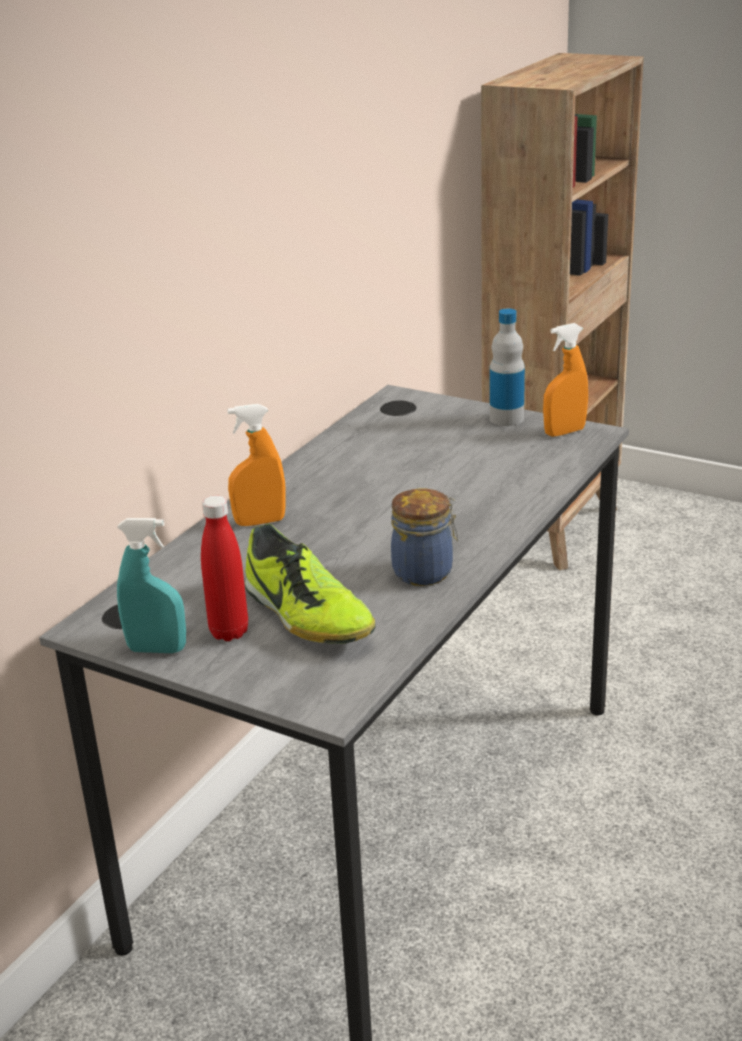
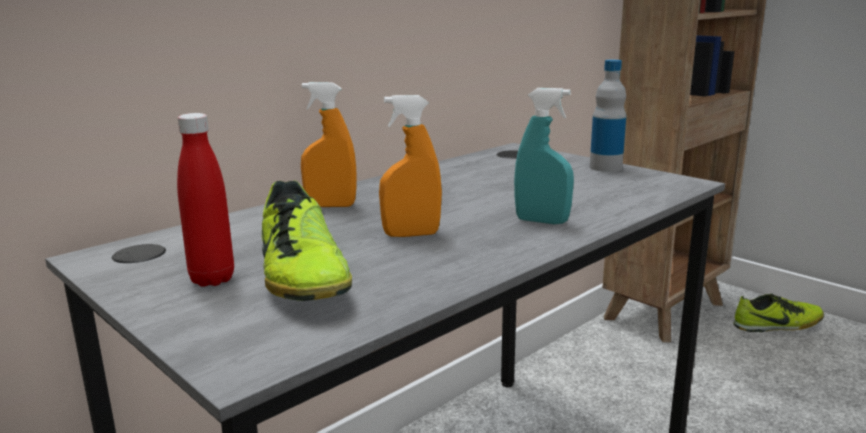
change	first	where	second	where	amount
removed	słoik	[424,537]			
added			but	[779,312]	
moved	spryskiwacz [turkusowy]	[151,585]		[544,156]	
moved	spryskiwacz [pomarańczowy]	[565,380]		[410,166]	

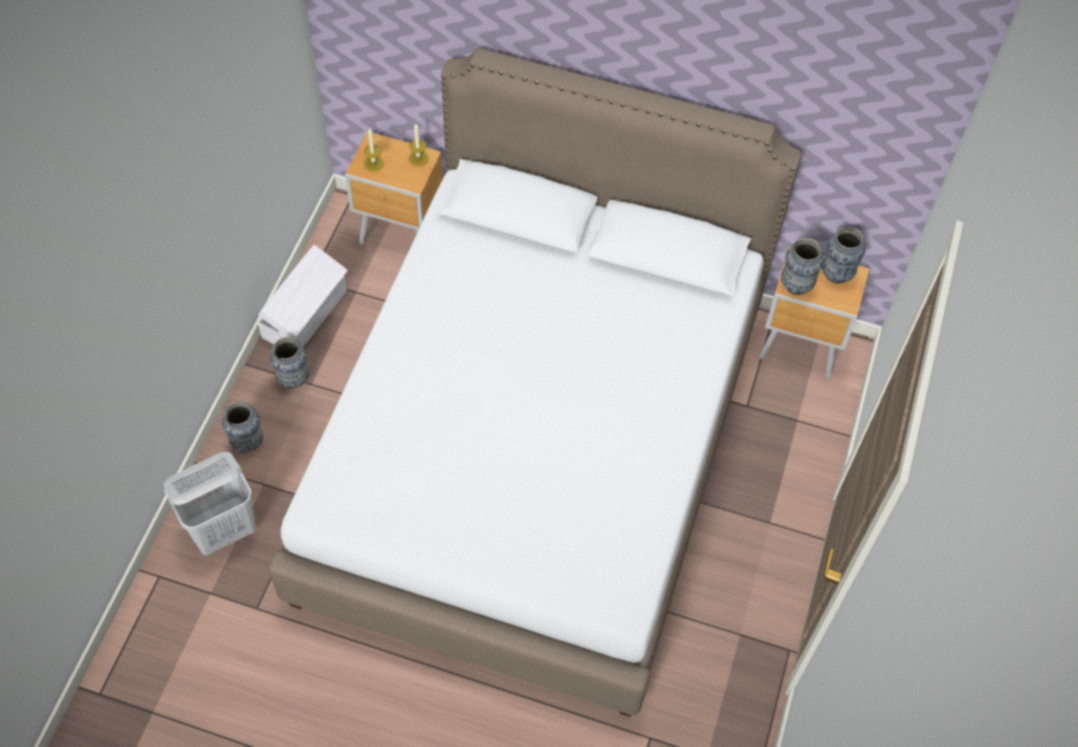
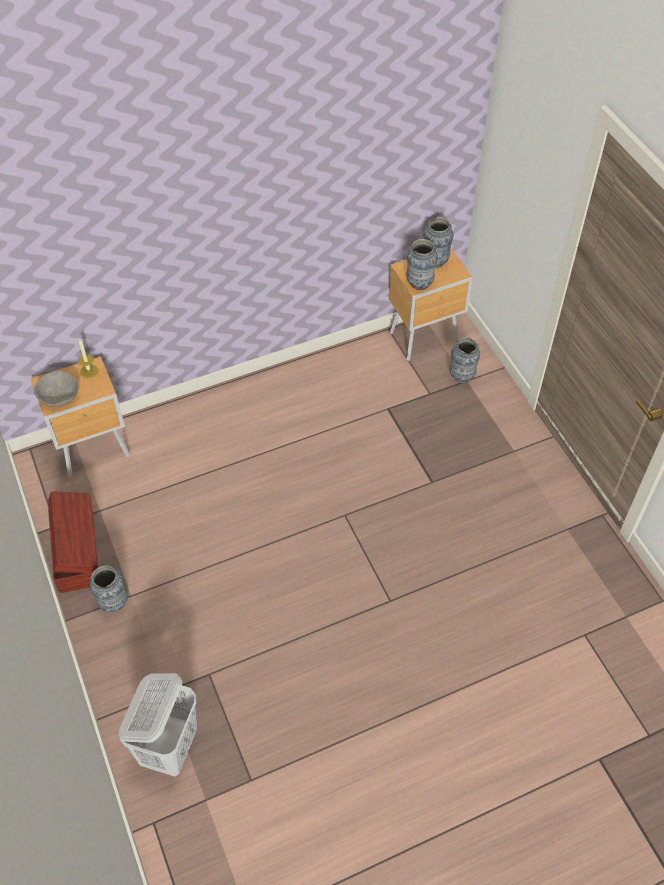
change	first	where	second	where	amount
removed	łóżko [biały]	[535,382]			
moved	wazon	[242,426]		[465,360]	
replaced	świeca	[374,150]	miska [szary]	[56,389]	
recoloured	pojemnik do przechowywania [biały]	[303,296]	pojemnik do przechowywania [brązowy]	[73,542]	

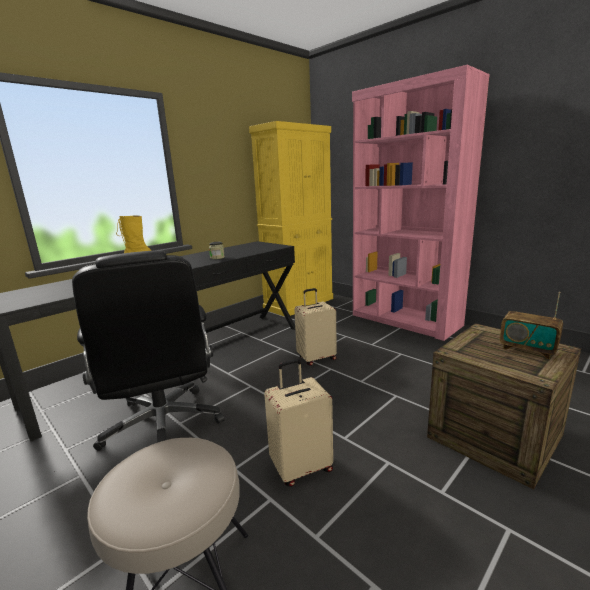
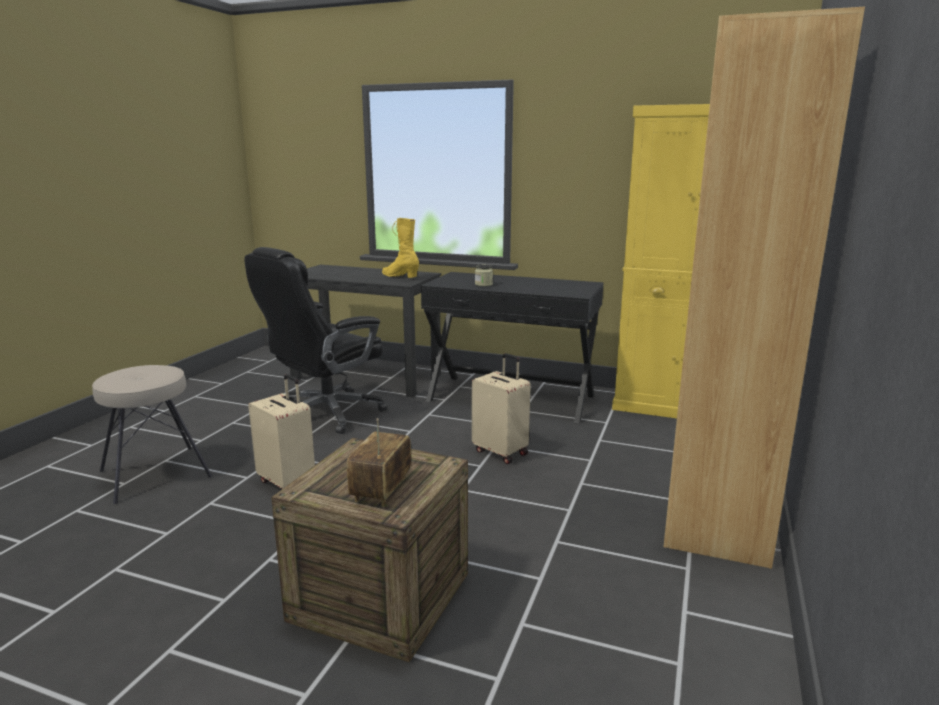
change	first	where	second	where	amount
recoloured	regał [różowy]	[421,203]	regał [brązowy]	[764,288]	

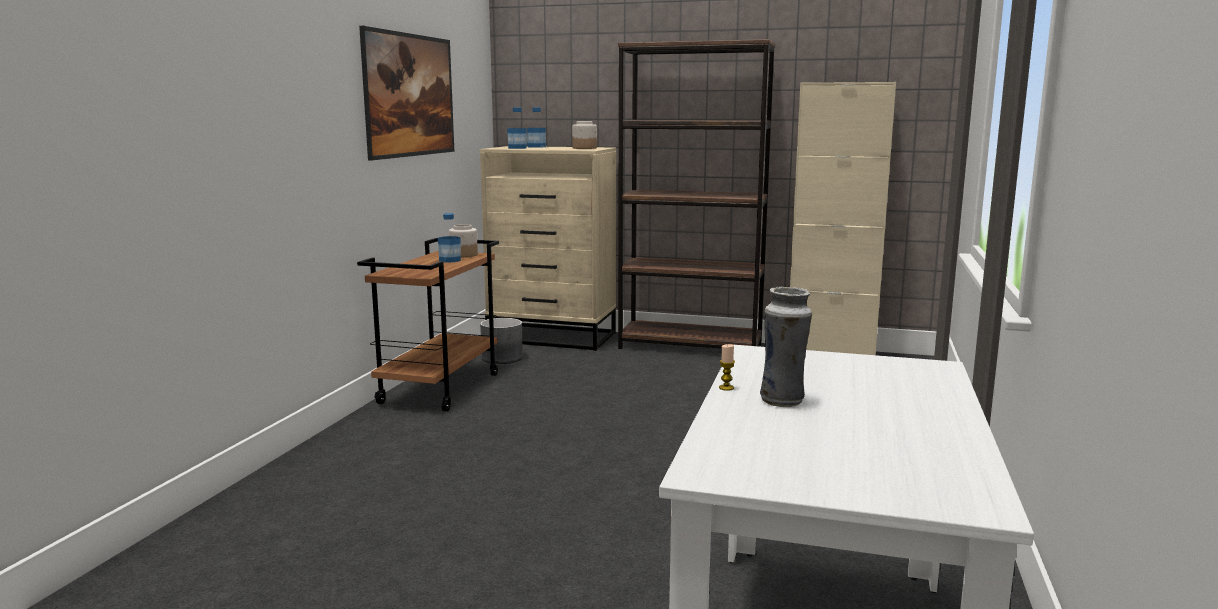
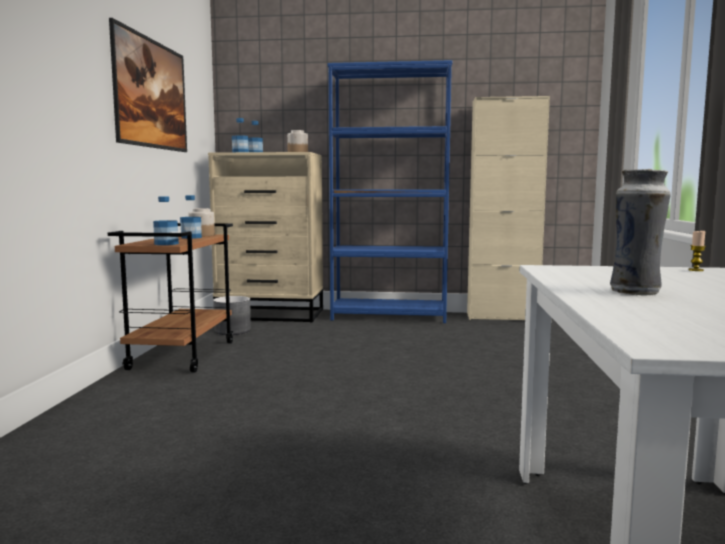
change	first	where	second	where	amount
added			butelka	[166,220]	
moved	świeca	[727,367]		[697,251]	
recoloured	regał [brązowy]	[696,194]	regał [niebieski]	[390,191]	

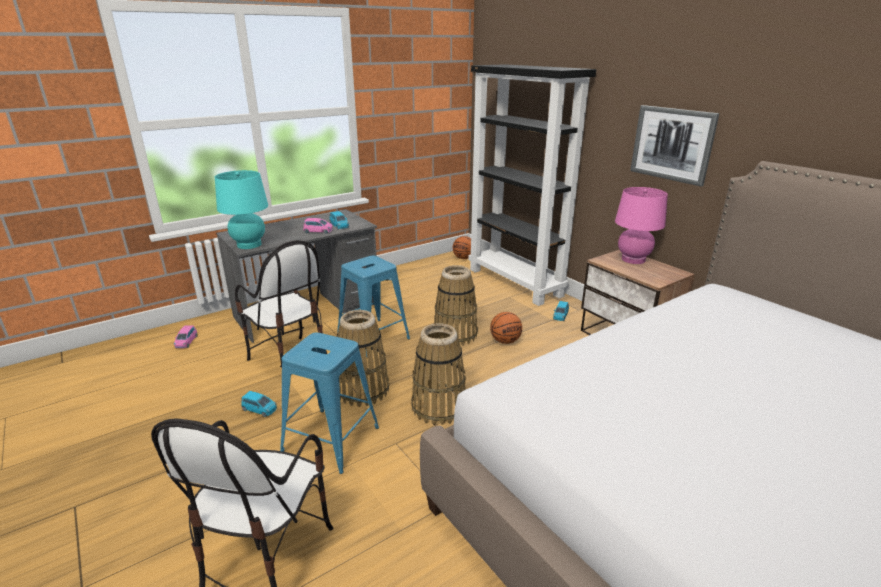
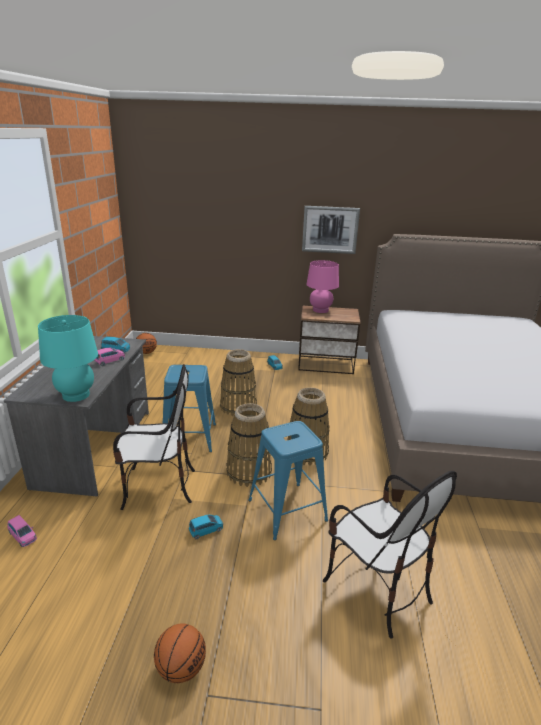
change	first	where	second	where	amount
removed	regał [czarny]	[532,185]			
moved	piłka do koszykówki	[506,328]		[180,653]	

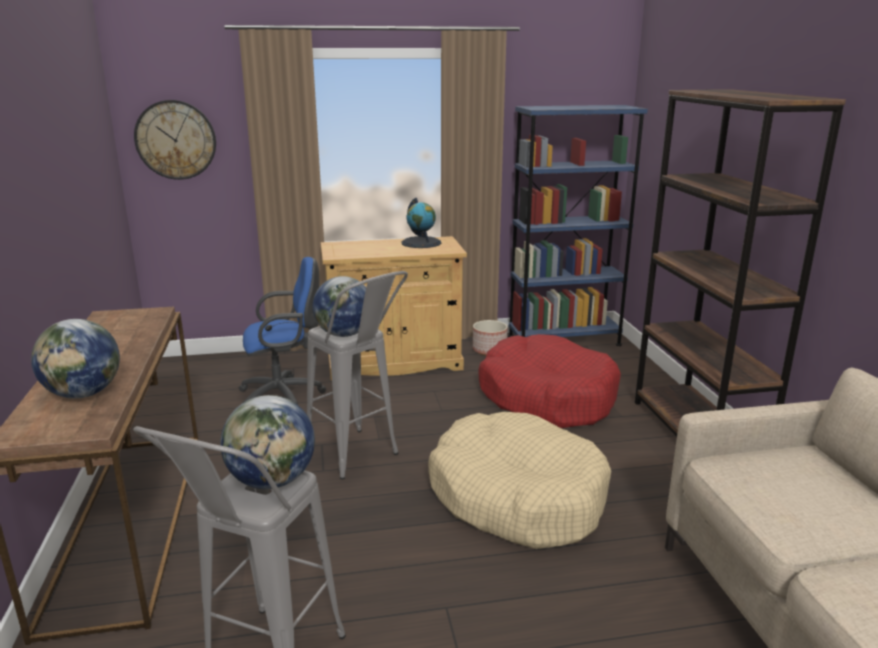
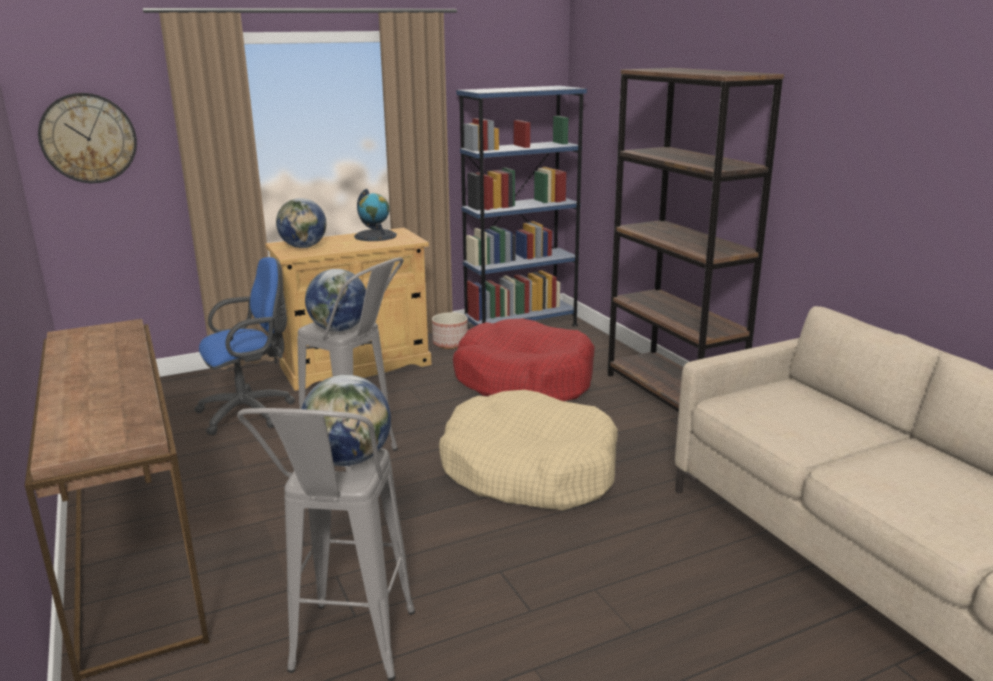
change	first	where	second	where	amount
moved	globus	[75,359]		[301,223]	

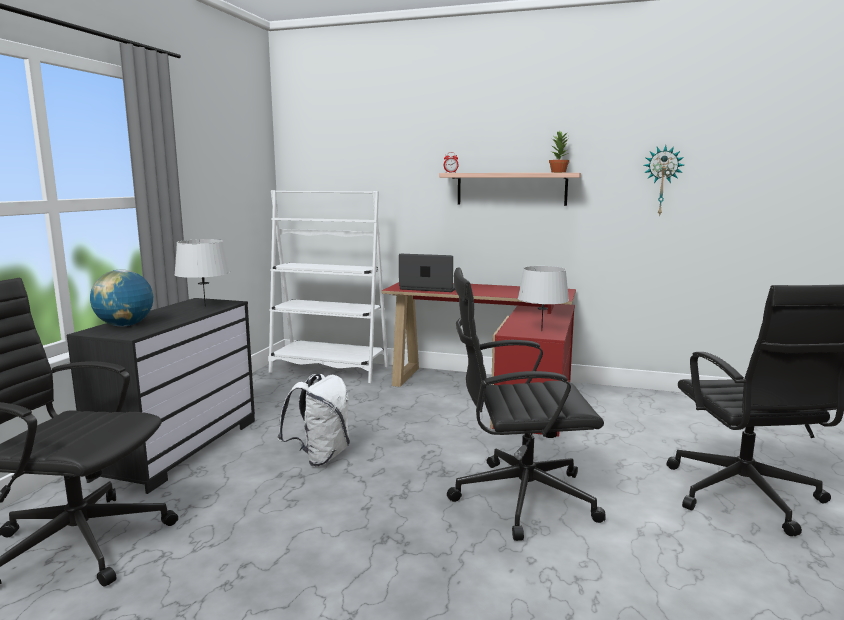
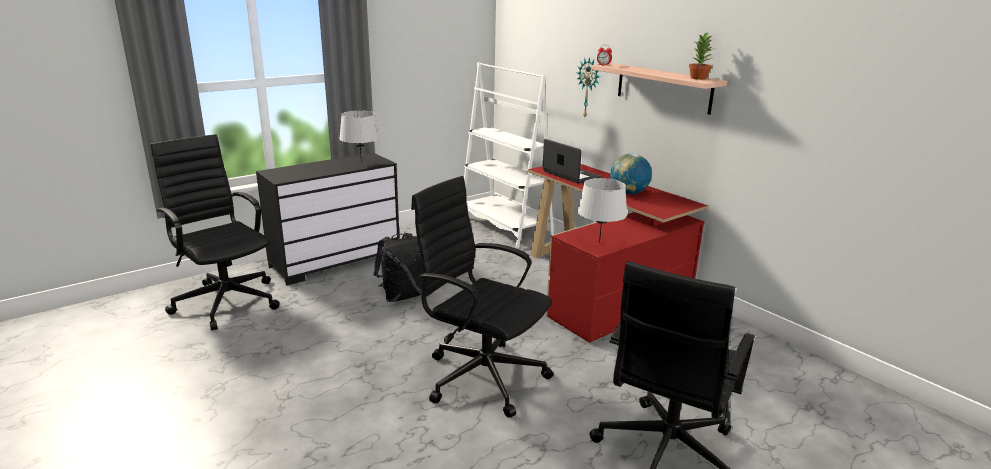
change	first	where	second	where	amount
moved	globus	[121,298]		[631,174]	
moved	zegar ścienny	[664,181]		[588,87]	
recoloured	plecak [biały]	[313,420]	plecak [czarny]	[398,267]	

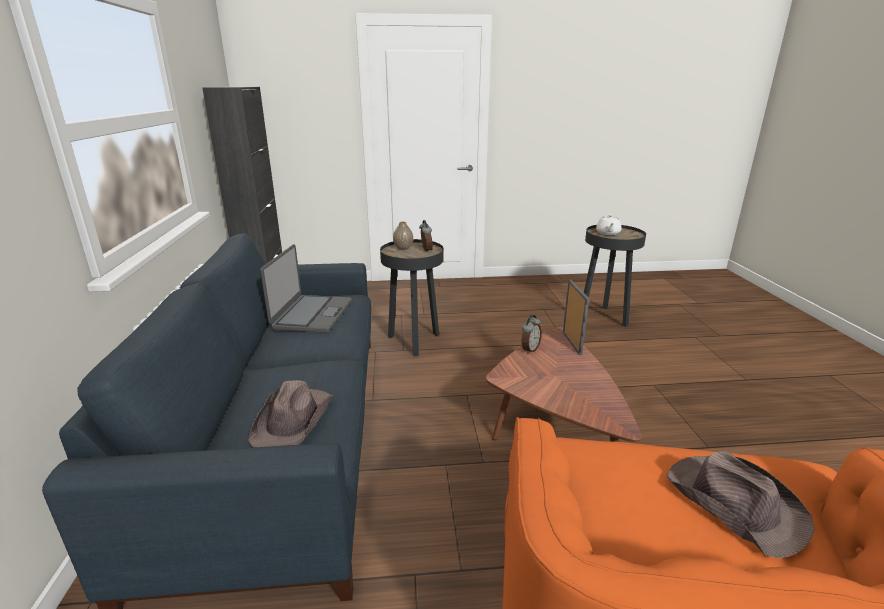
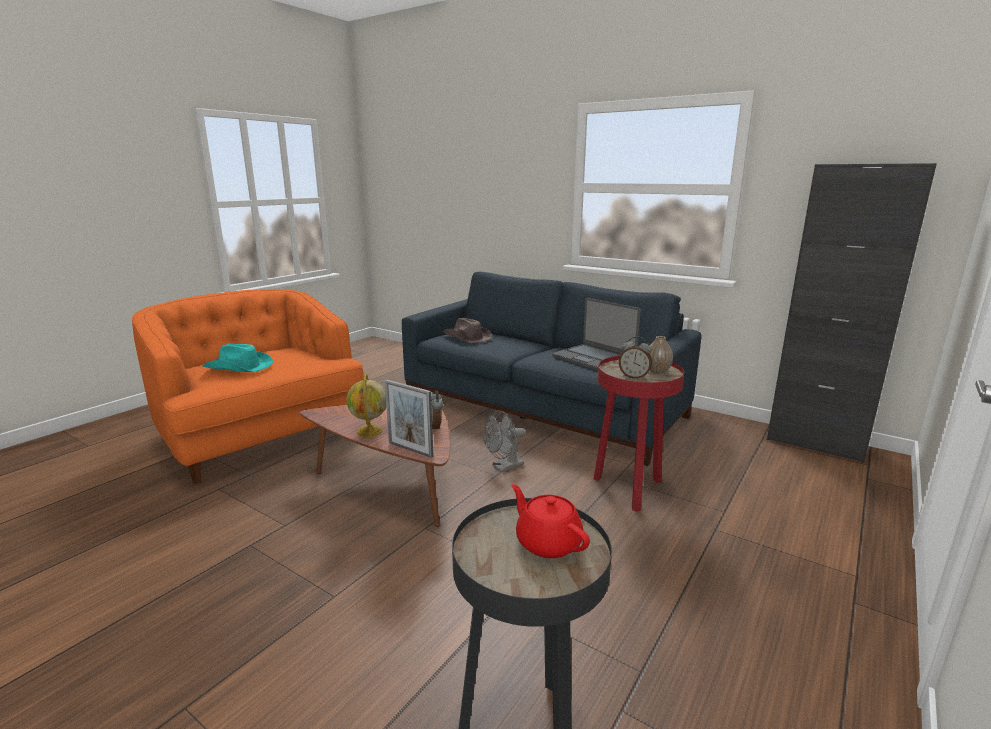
change	first	where	second	where	amount
added			globus	[366,405]	
added			wentylator [szary]	[504,441]	
recoloured	stolik [czarny]	[412,297]	stolik [czerwony]	[639,433]	
recoloured	imbryk [biały]	[609,224]	imbryk [czerwony]	[550,521]	
recoloured	kapelusz [brązowy]	[741,504]	kapelusz [turkusowy]	[238,358]	

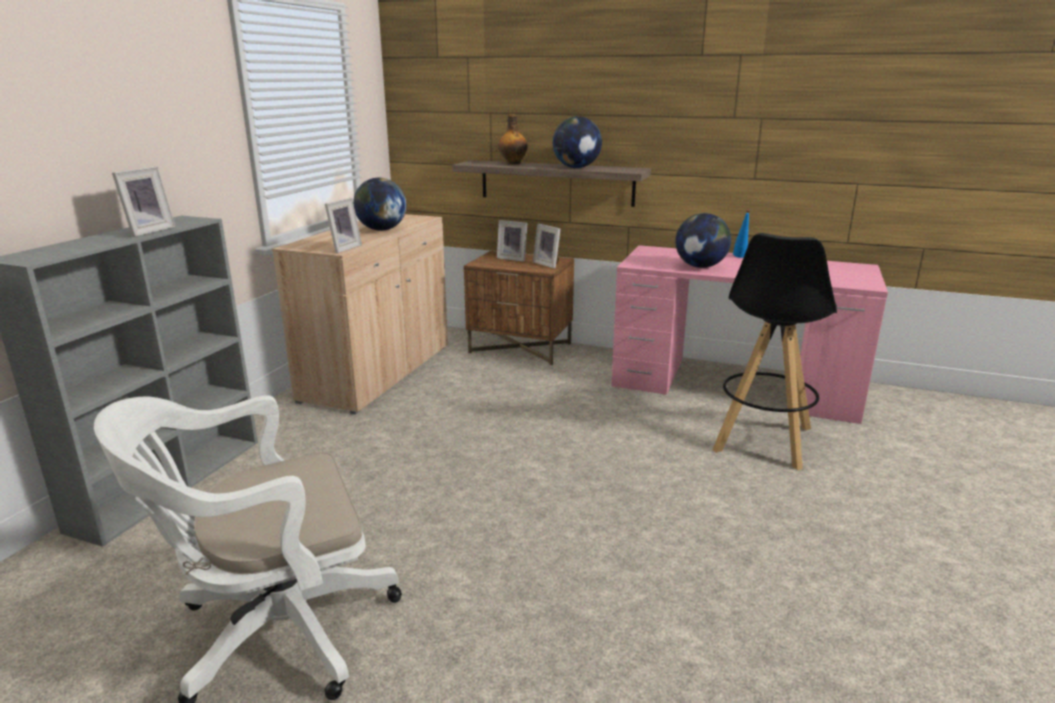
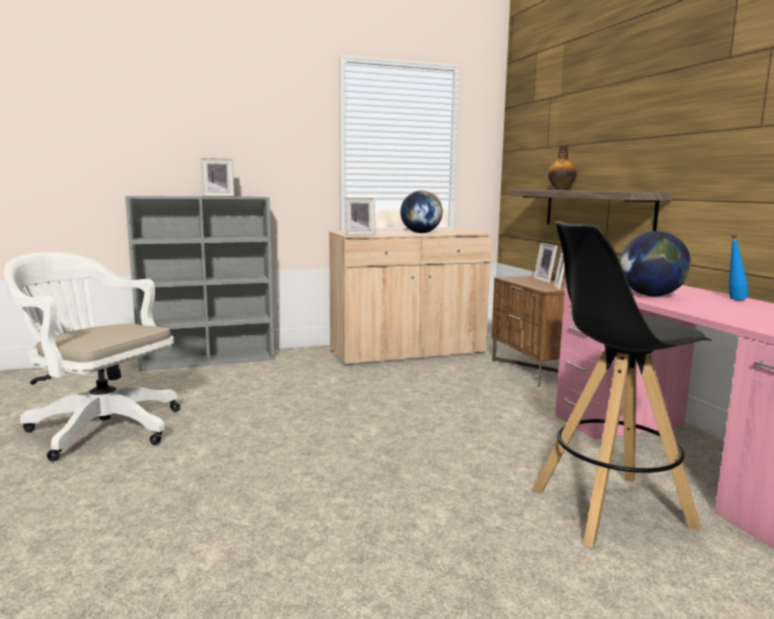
change	first	where	second	where	amount
removed	globus	[577,142]			

